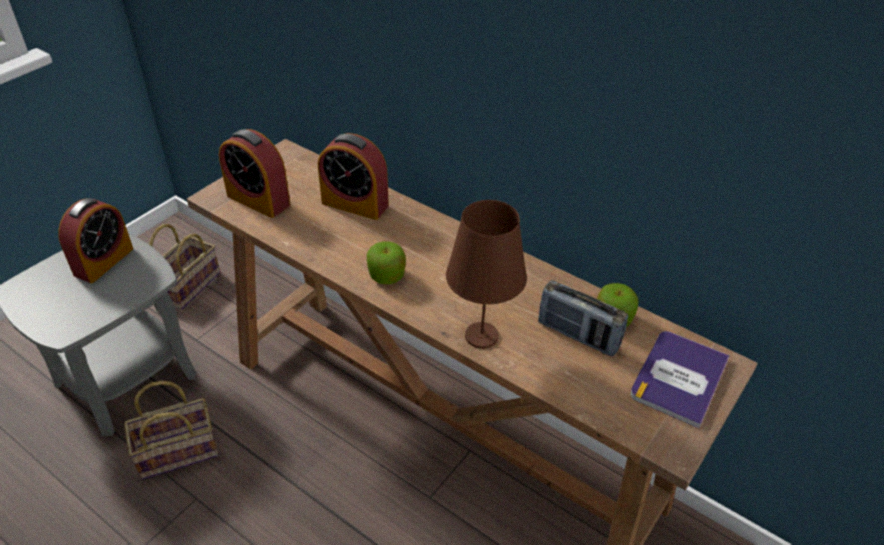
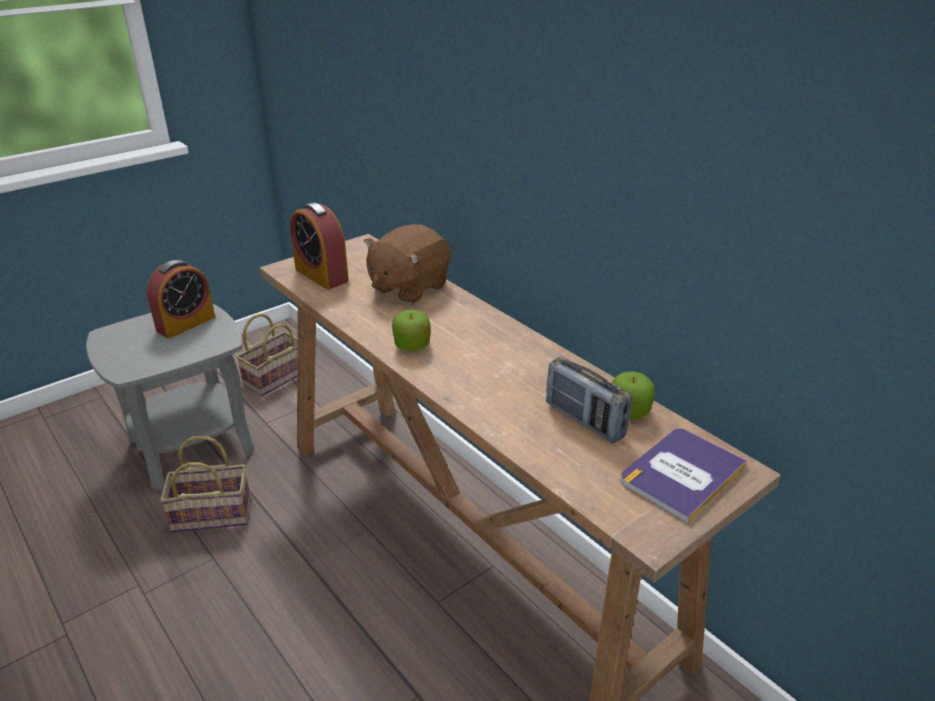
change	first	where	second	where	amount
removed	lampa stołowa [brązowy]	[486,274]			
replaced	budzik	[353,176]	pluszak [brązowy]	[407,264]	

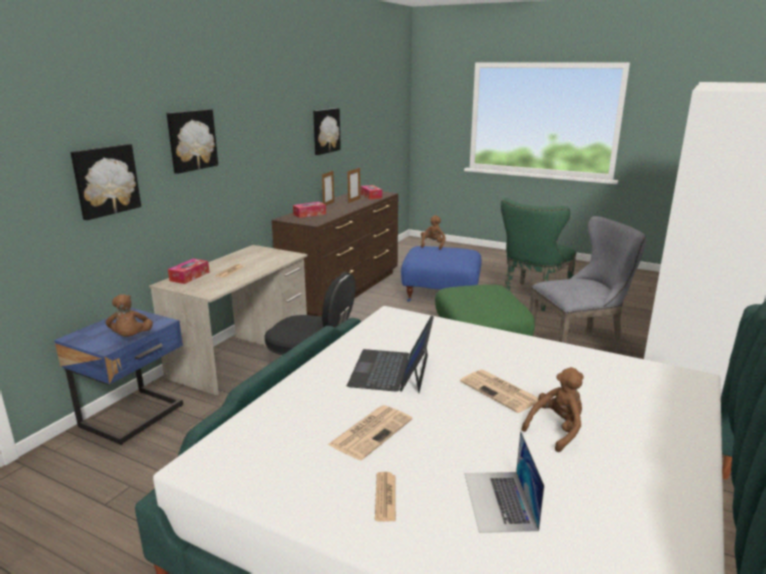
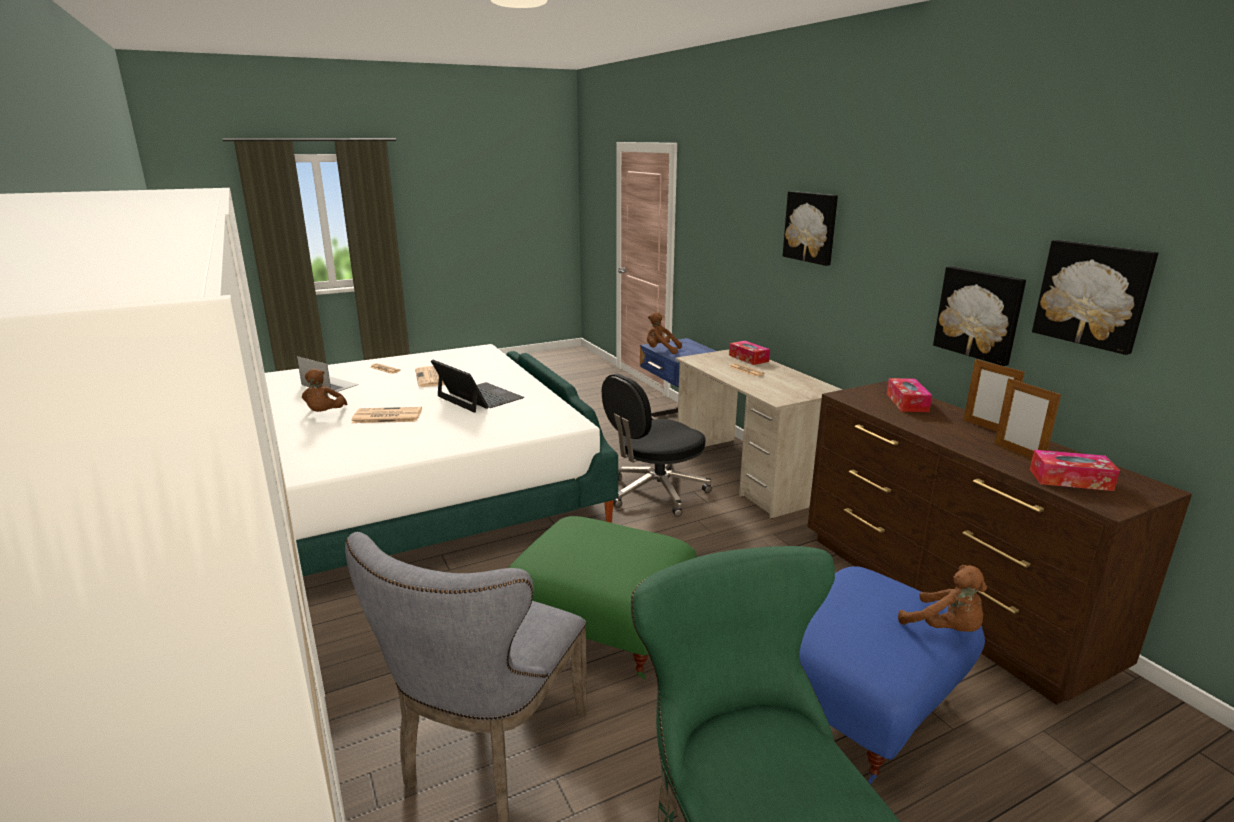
change	first	where	second	where	amount
moved	obraz	[105,182]		[979,316]	

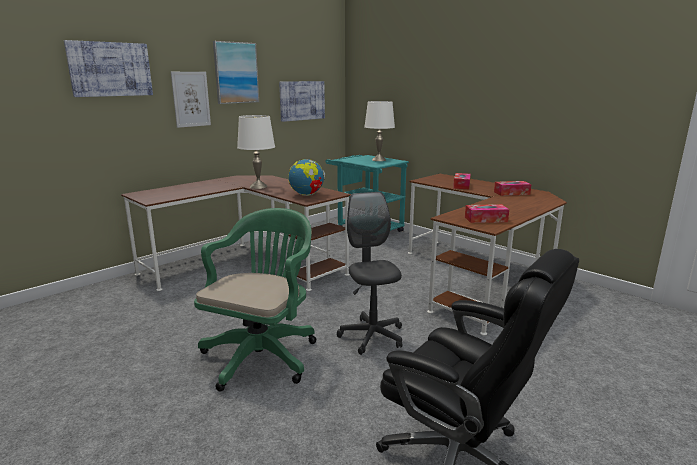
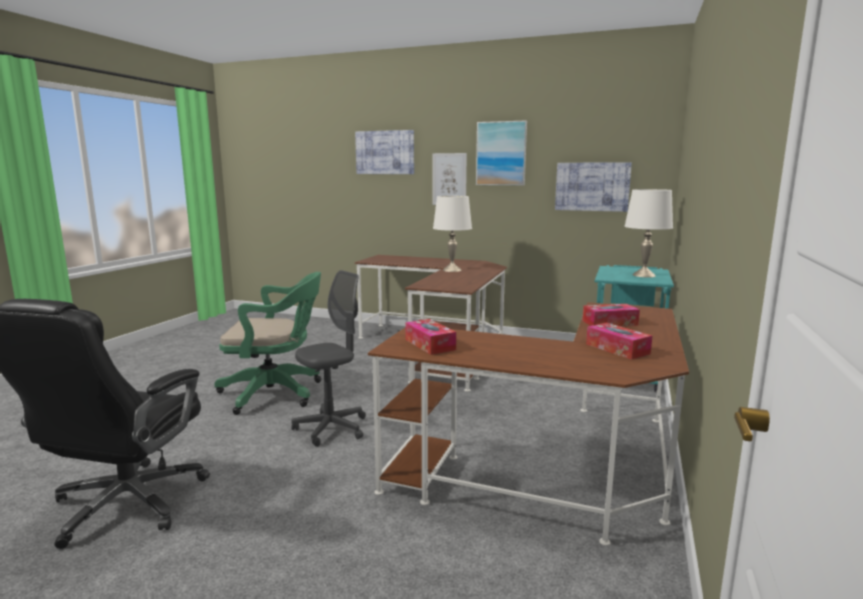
change	first	where	second	where	amount
removed	globus	[306,177]			

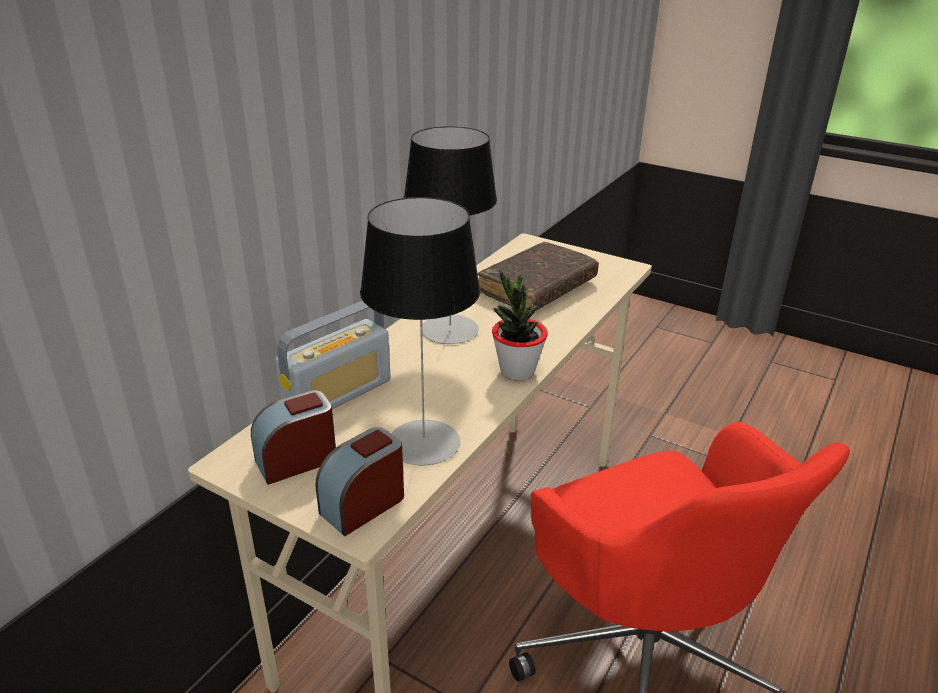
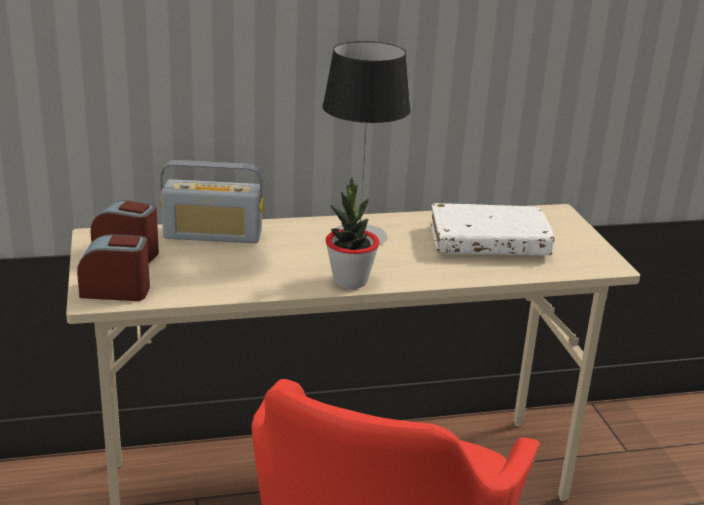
change	first	where	second	where	amount
removed	lampa stołowa	[420,331]			
recoloured	książka [brązowy]	[538,276]	książka [biały]	[493,229]	

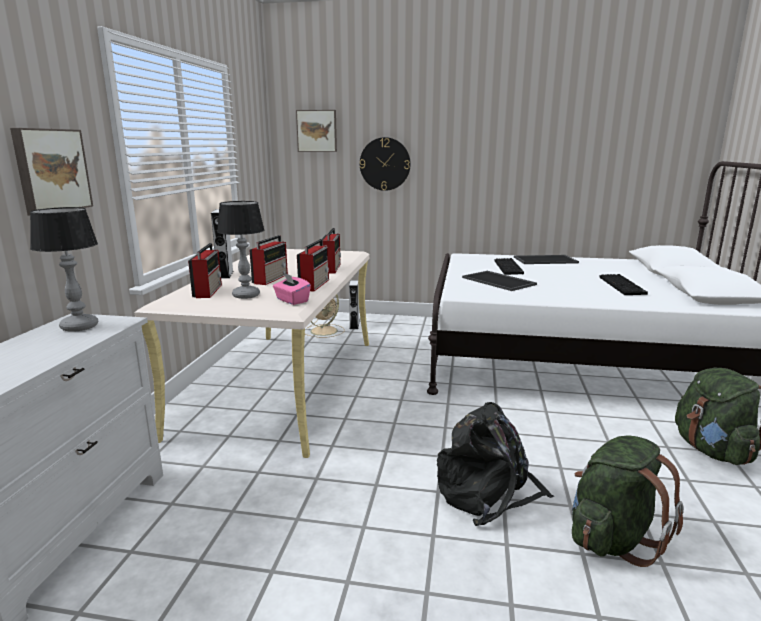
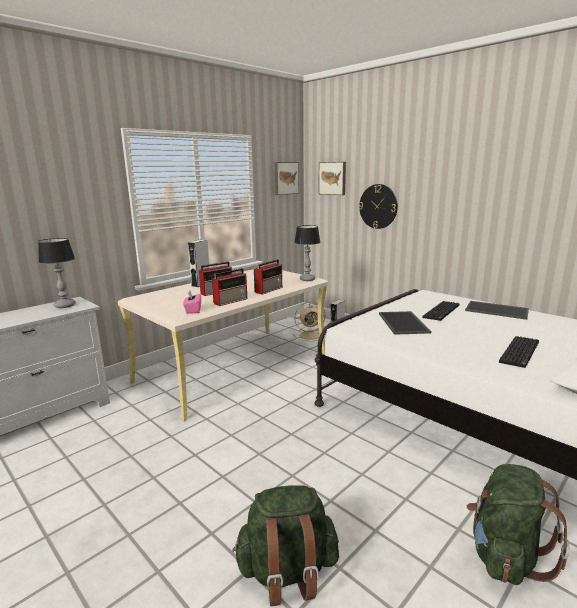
change	first	where	second	where	amount
removed	radio	[205,270]			
removed	plecak [czarny]	[495,464]			
moved	obraz	[51,172]		[286,178]	
moved	lampa stołowa	[241,250]		[307,253]	

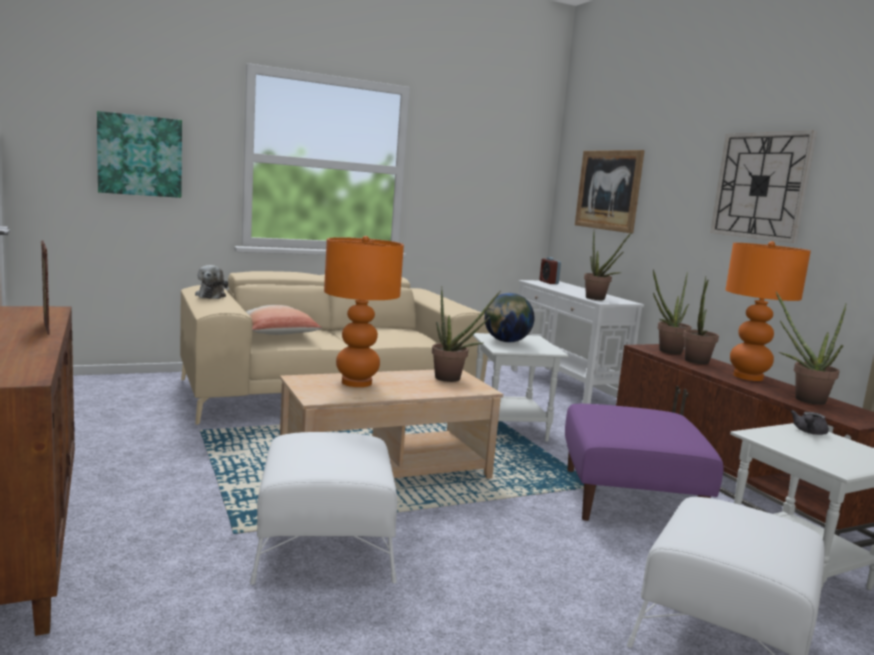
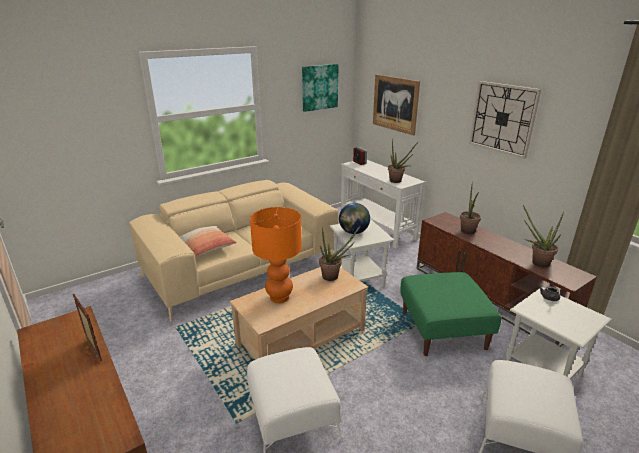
change	first	where	second	where	amount
removed	pluszak	[211,282]			
removed	roślina doniczkowa	[672,311]			
removed	lampa stołowa [pomarańczowy]	[768,311]			
moved	obraz	[139,154]		[320,88]	
recoloured	pufa [fioletowy]	[644,462]	pufa [zielony]	[450,314]	

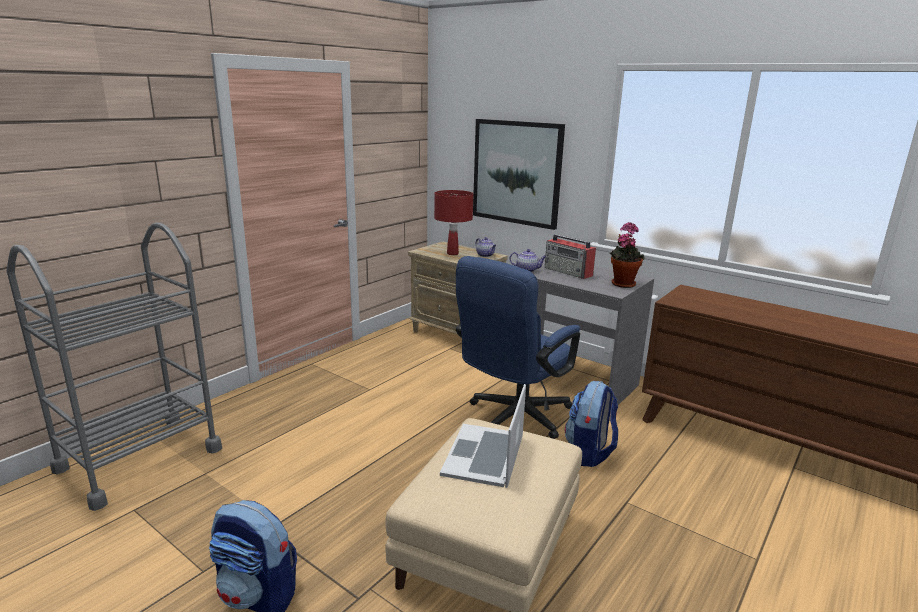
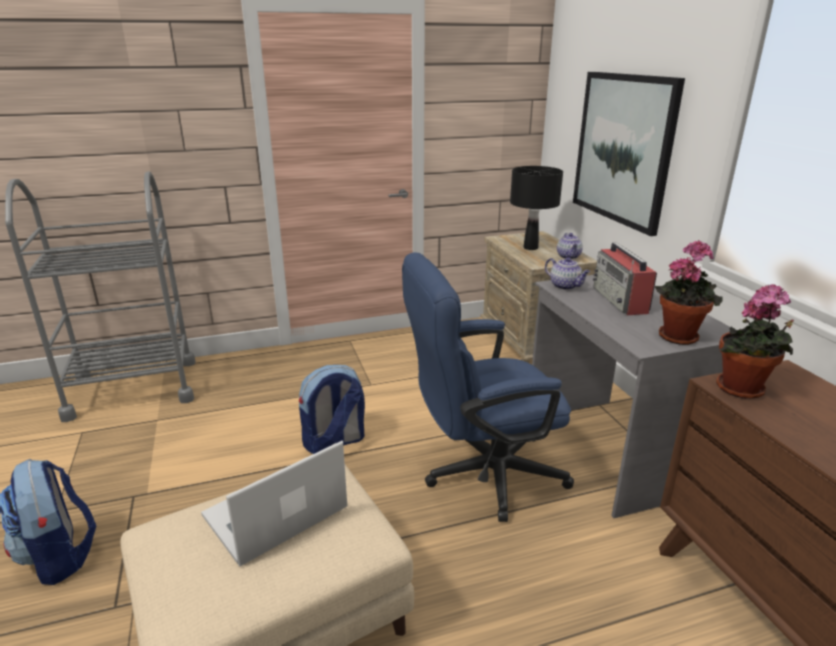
change	first	where	second	where	amount
added			roślina doniczkowa	[755,341]	
moved	plecak	[591,424]		[332,409]	
recoloured	lampa stołowa [czerwony]	[453,222]	lampa stołowa [czarny]	[536,208]	

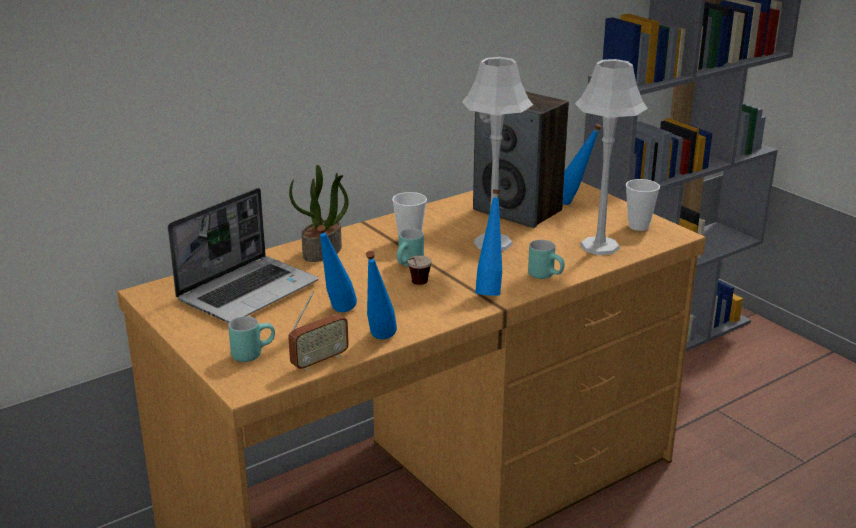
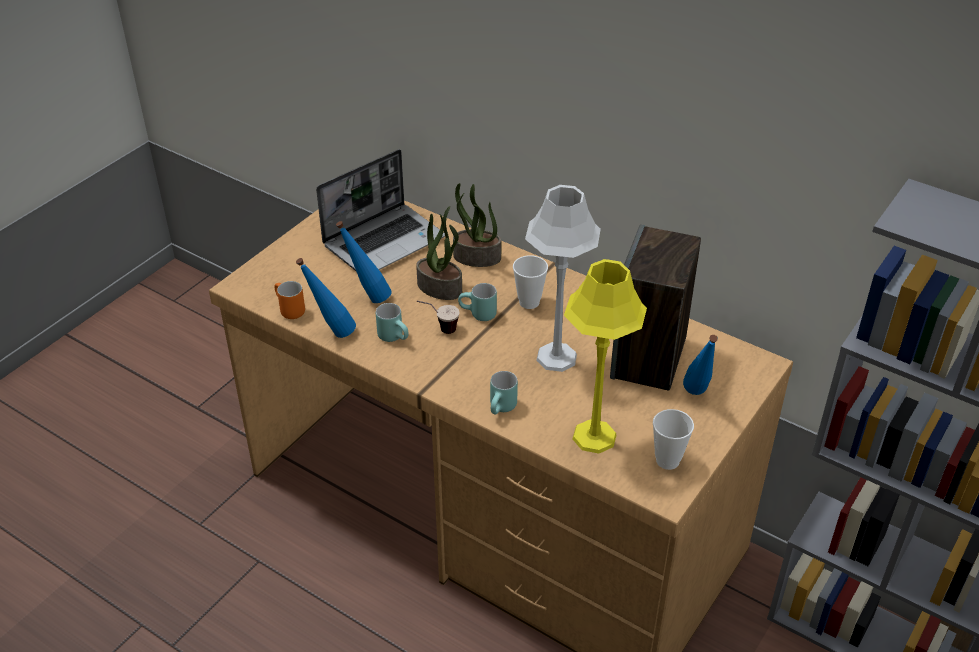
change	first	where	second	where	amount
removed	butelka [niebieski]	[488,242]			
added			roślina doniczkowa	[439,253]	
moved	kubek [turkusowy]	[251,339]		[392,322]	
replaced	radio	[318,331]	kubek [pomarańczowy]	[289,300]	
recoloured	lampa stołowa [szary]	[611,157]	lampa stołowa [żółty]	[605,356]	
turned	laptop	[243,255]		[380,210]	60 degrees counterclockwise

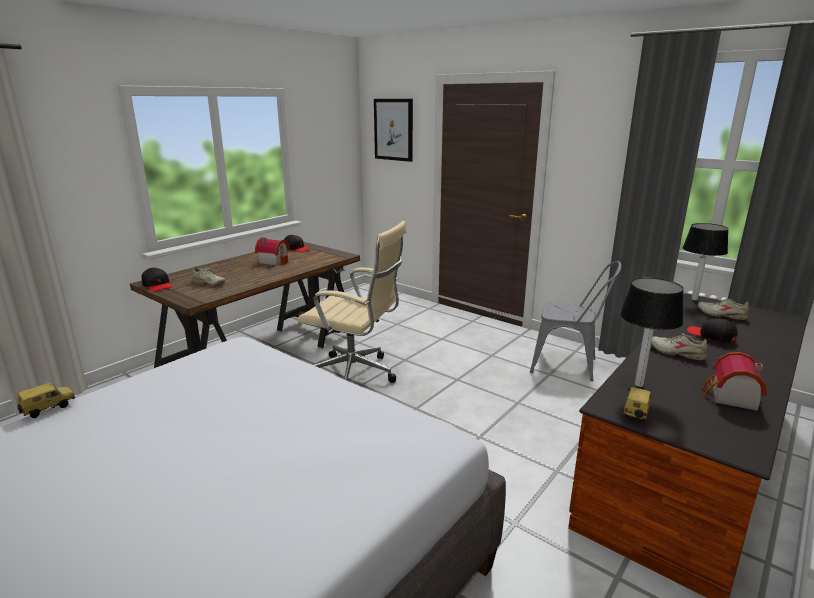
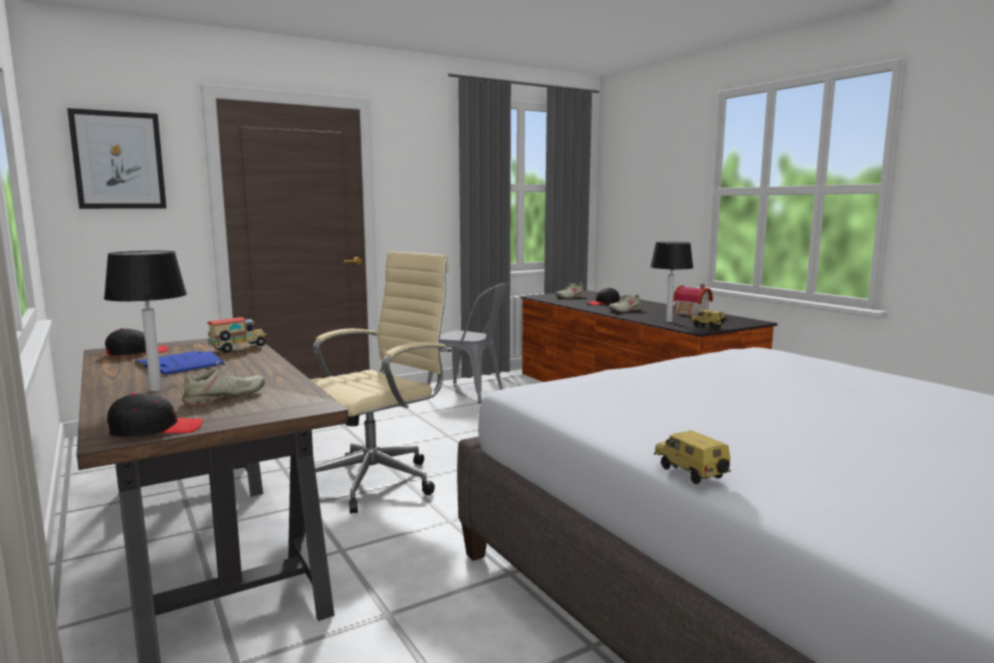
change	first	where	second	where	amount
added			ciężarówka zabawkowa	[236,335]	
moved	lampa stołowa	[705,262]		[145,321]	
replaced	domek	[273,252]	książka [niebieski]	[180,363]	
turned	krzesło [szary]	[575,321]		[468,343]	75 degrees clockwise

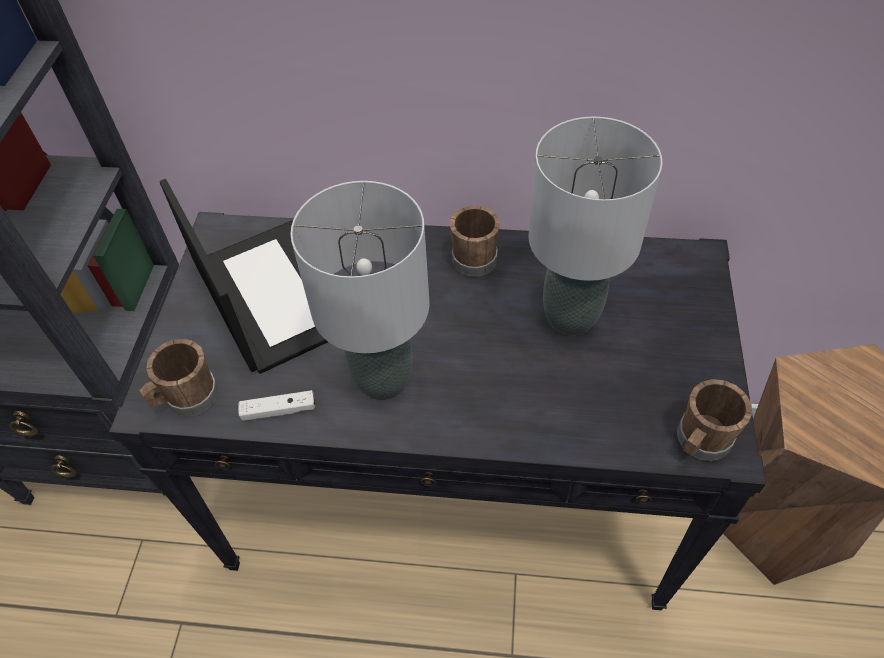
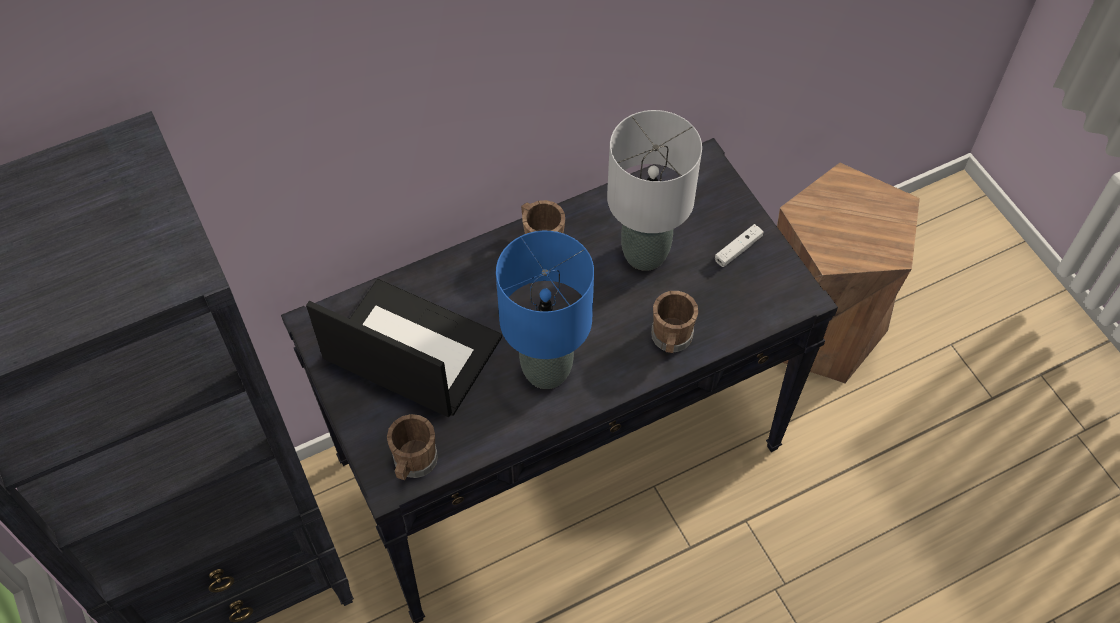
change	first	where	second	where	amount
moved	pad do gier [biały]	[277,405]		[739,245]	
moved	kubek [brązowy]	[714,420]		[674,322]	
recoloured	lampa stołowa [szary]	[360,290]	lampa stołowa [niebieski]	[545,310]	

